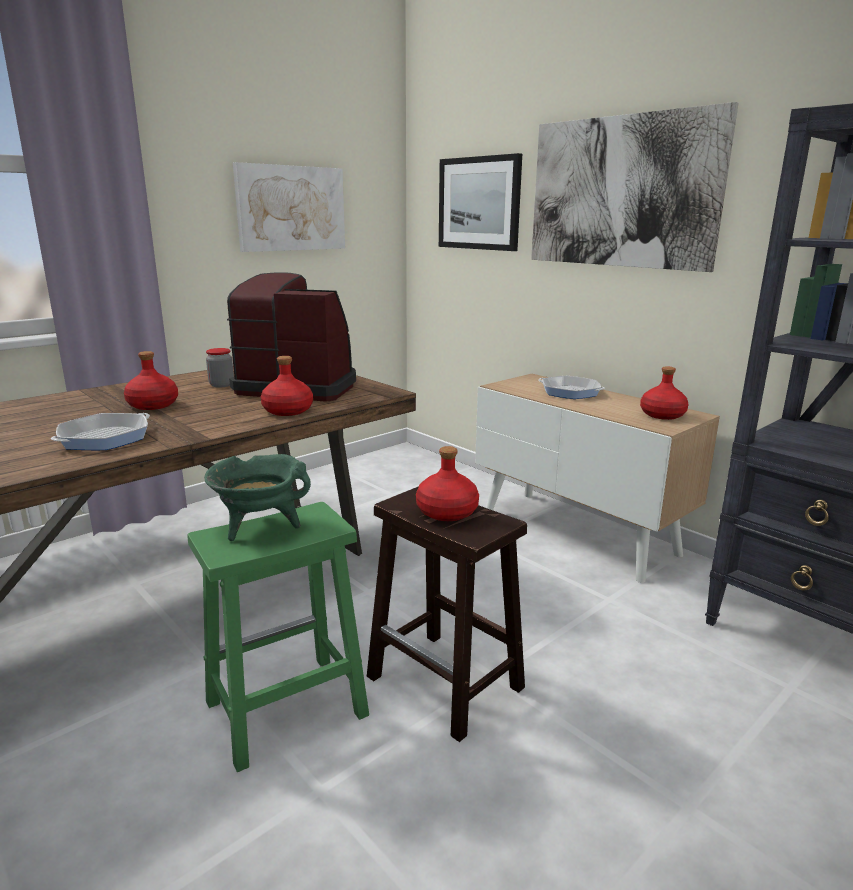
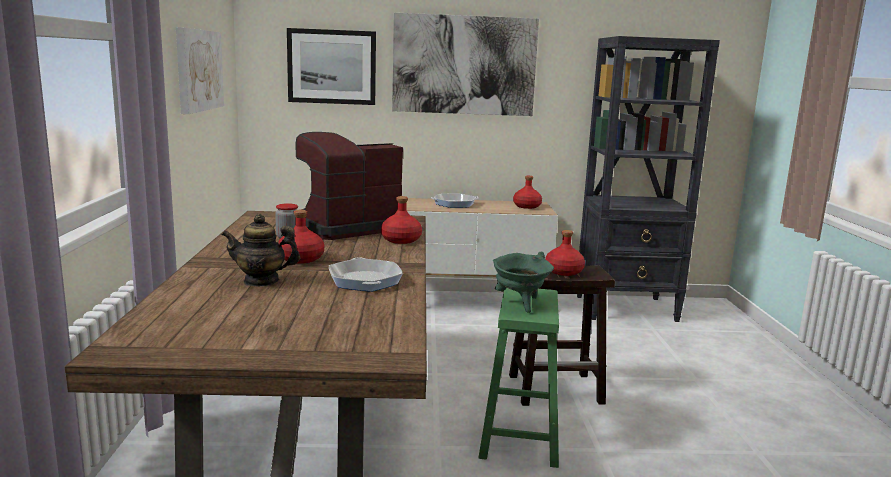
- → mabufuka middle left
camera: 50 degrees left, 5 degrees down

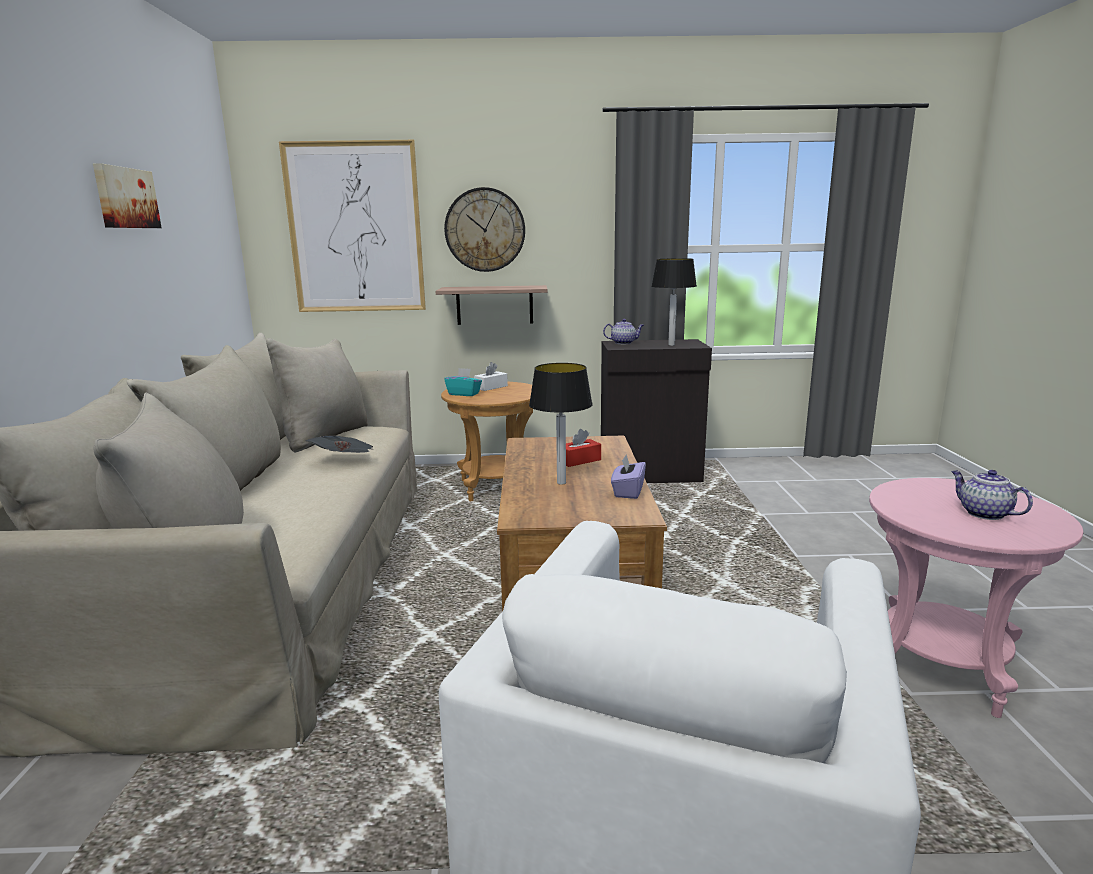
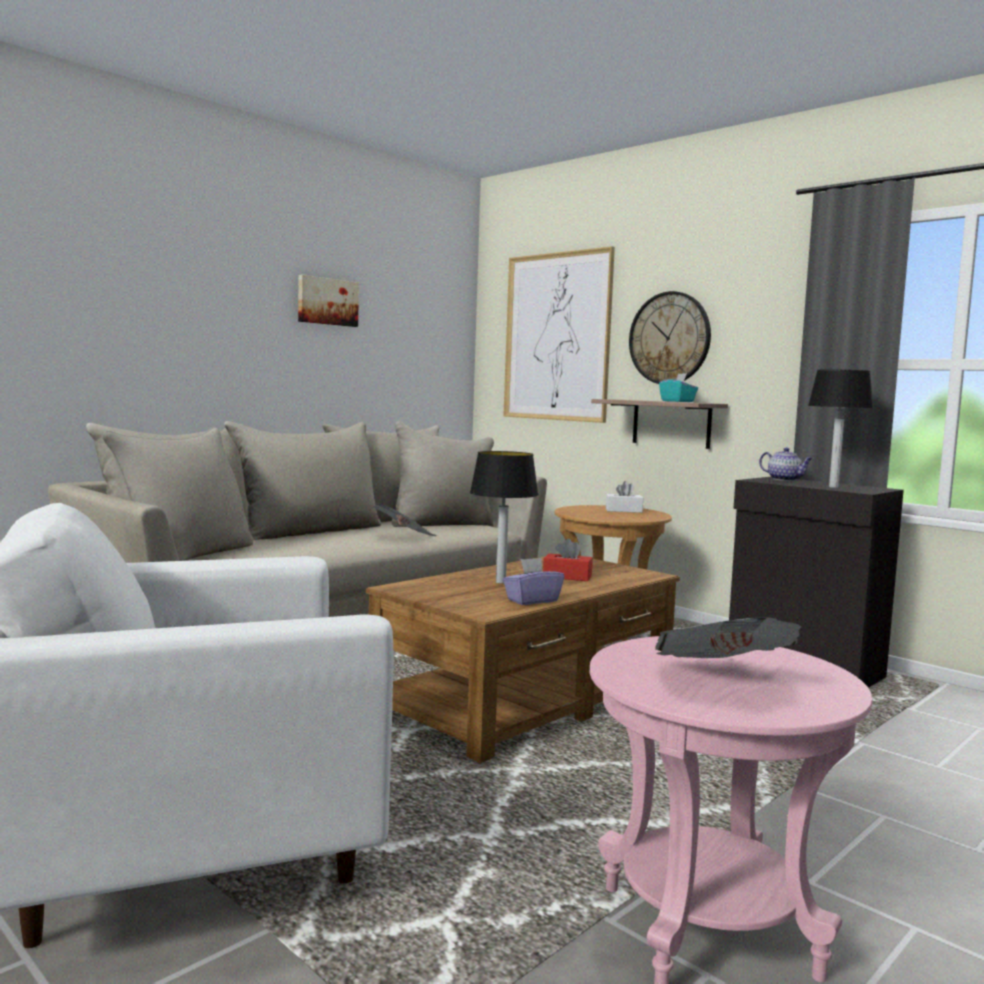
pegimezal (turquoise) centre → pegimezal (turquoise) middle right, relocated
mabufuka (no. 2 from left) middle right → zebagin (no. 2 from left) middle right
camera: 45 degrees right, 10 degrees down

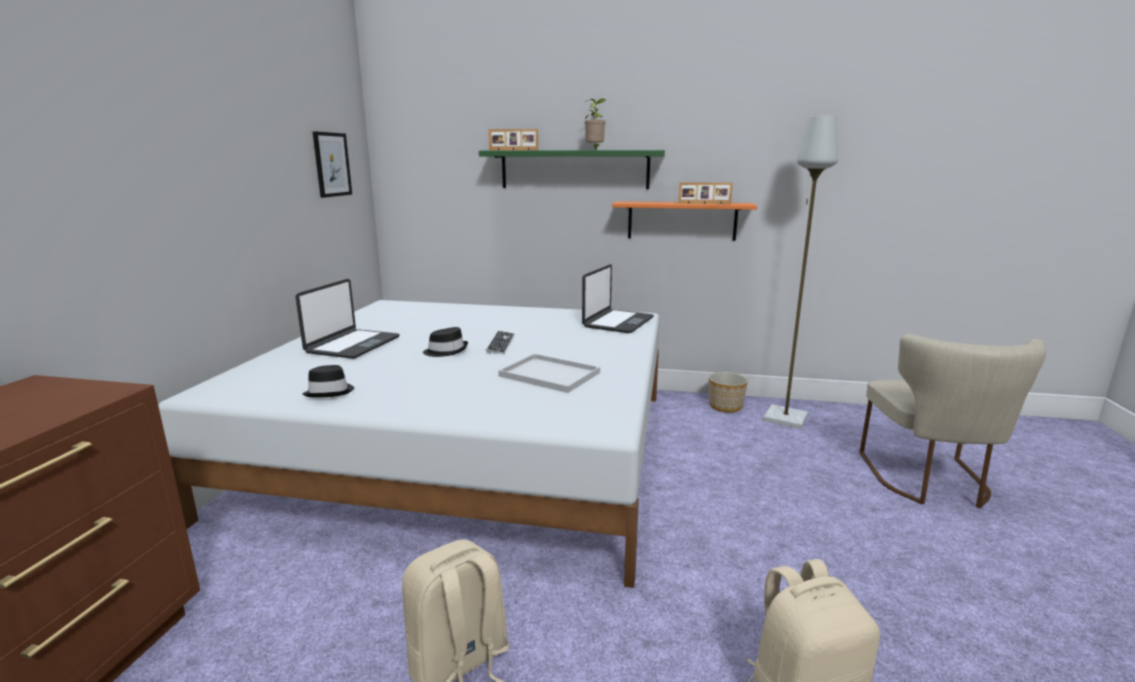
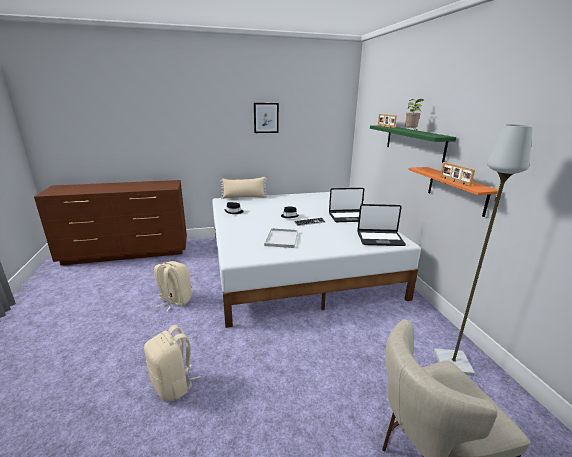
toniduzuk centre → -
- → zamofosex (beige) centre
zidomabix (no. 1 from left) middle left → zidomabix (no. 1 from left) centre, relocated
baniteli top left → baniteli top centre, relocated
camera: 65 degrees right, 5 degrees up

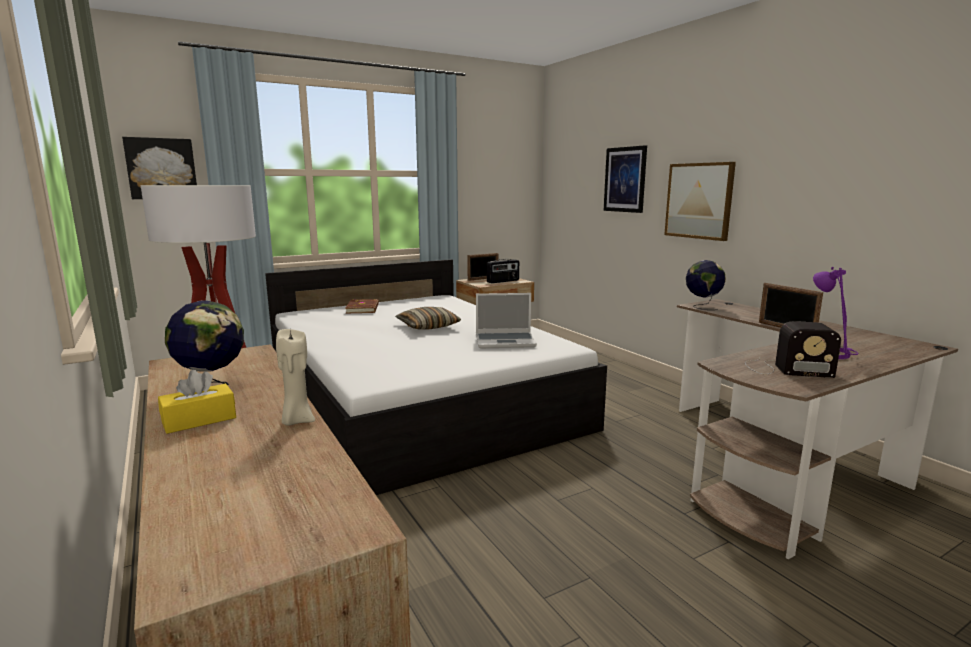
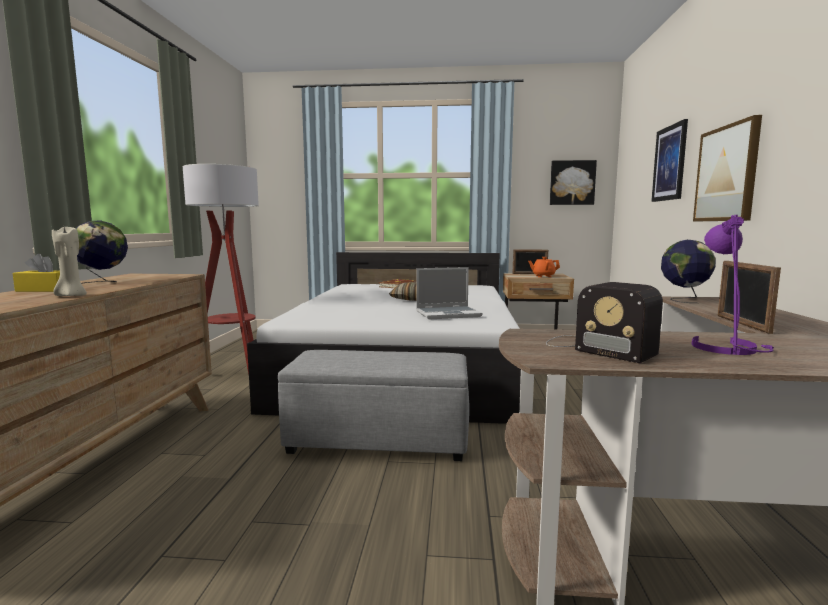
- → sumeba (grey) bottom centre
baniteli (no. 1 from left) top left → baniteli (no. 1 from left) top right, relocated
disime (no. 1 from left) centre → mabufuka (orange) centre
zidomabix centre, 45 degrees counterclockwise
camera: 35 degrees right, 5 degrees down

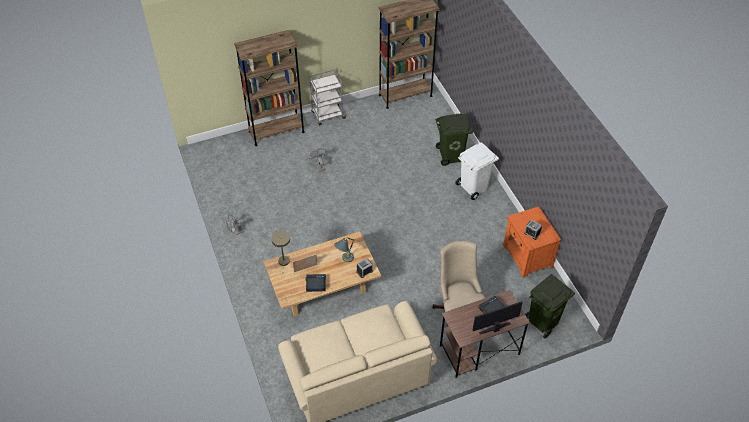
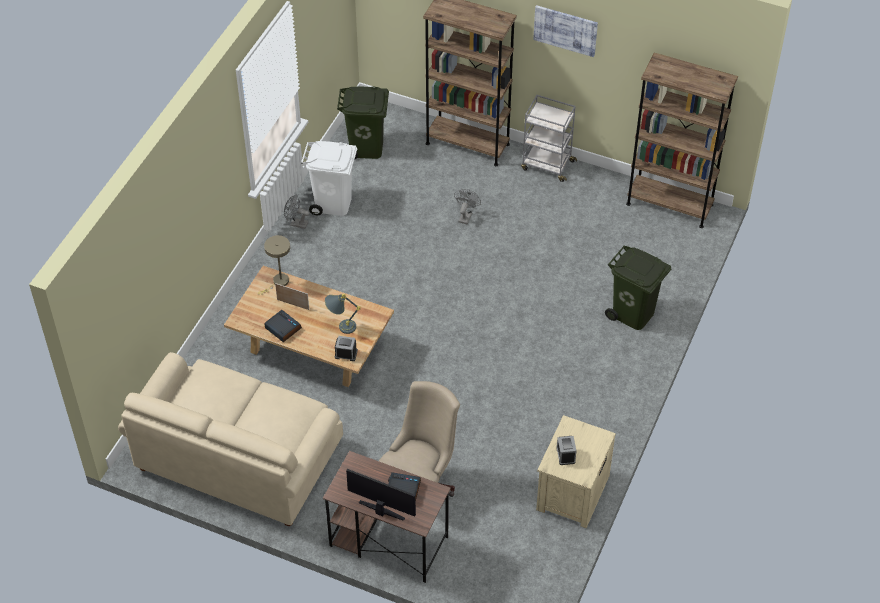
- → baniteli top centre
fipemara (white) centre → fipemara (white) top centre, relocated
fipemara (green) (no. 2 from left in the first image) bottom right → fipemara (green) (no. 1 from left) top centre, relocated
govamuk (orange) middle right → govamuk (beige) bottom centre
camera: 45 degrees right, 0 degrees up

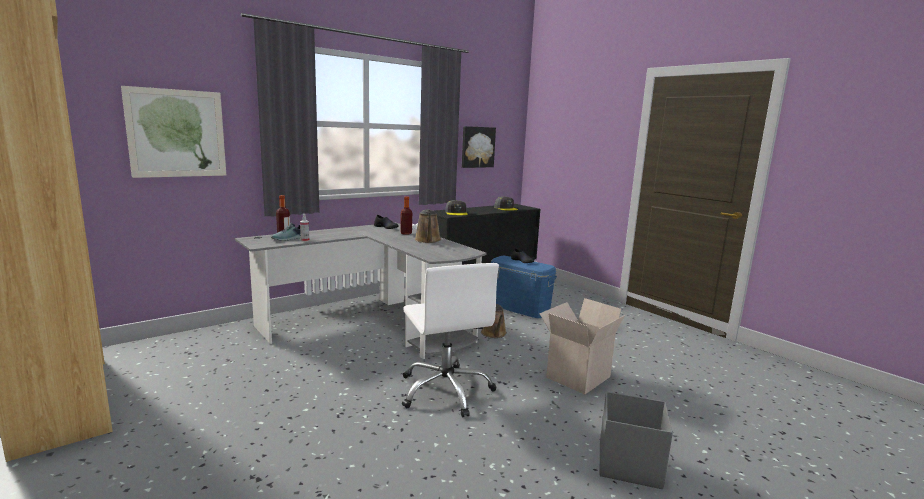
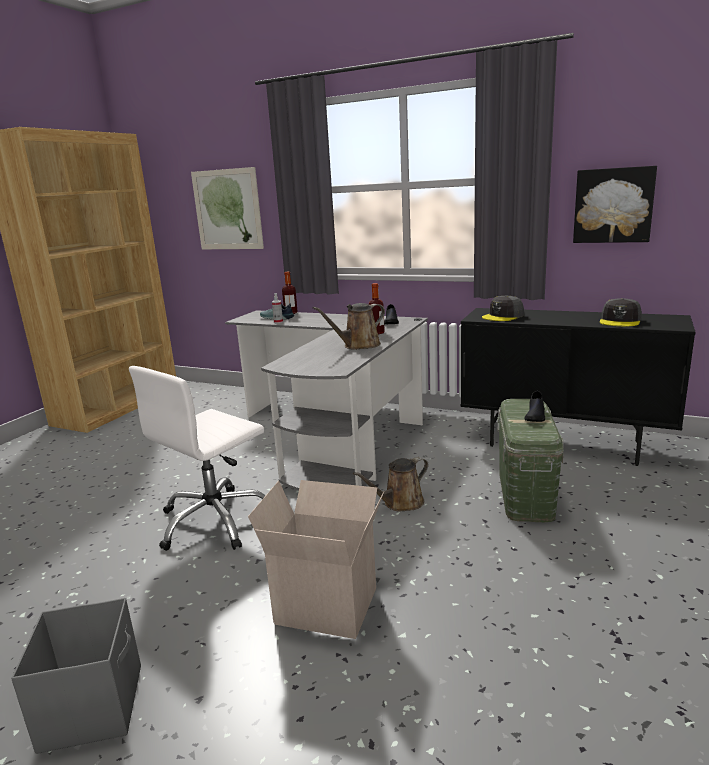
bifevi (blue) centre → bifevi (green) middle right
camera: 65 degrees right, 5 degrees up

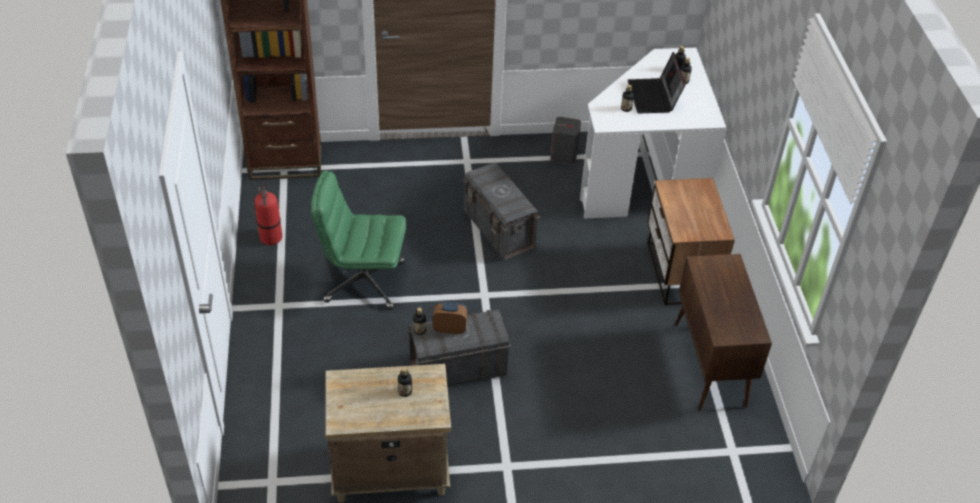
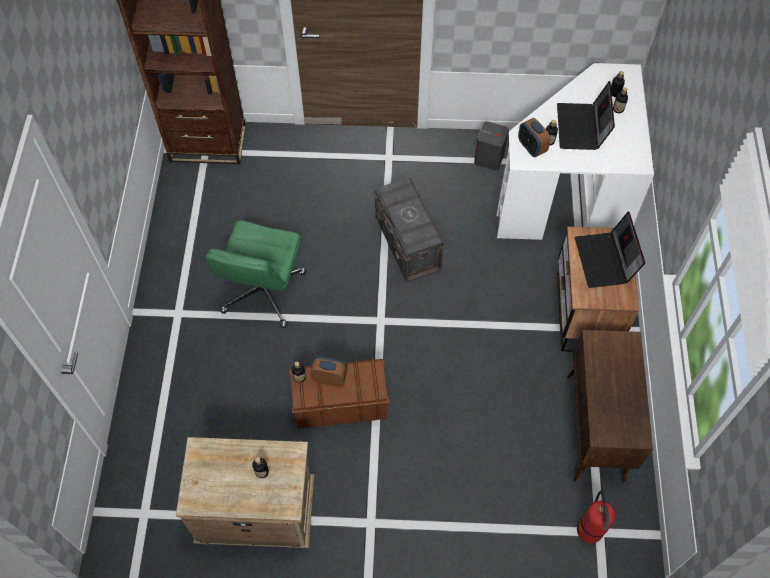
- → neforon (no. 2 from left) top right
- → zidomabix (no. 2 from left) middle right
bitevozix middle left → bitevozix bottom right, relocated
bifevi (grey) (no. 1 from left) bottom centre → bifevi (brown) bottom centre
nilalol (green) centre → nilalol (green) middle left, 90 degrees counterclockwise
camera: 10 degrees right, 15 degrees up

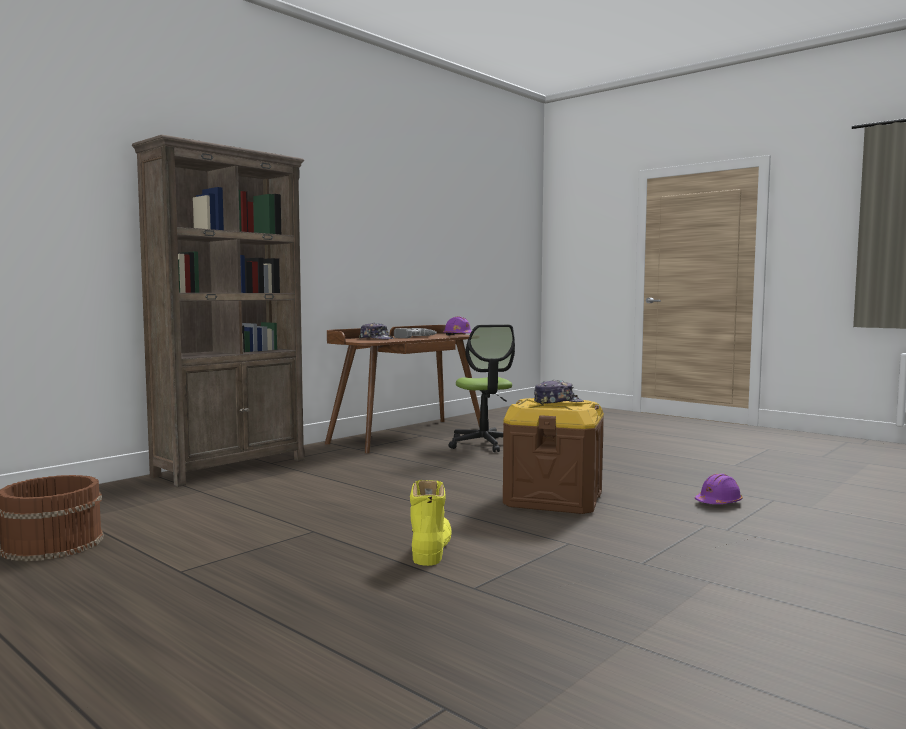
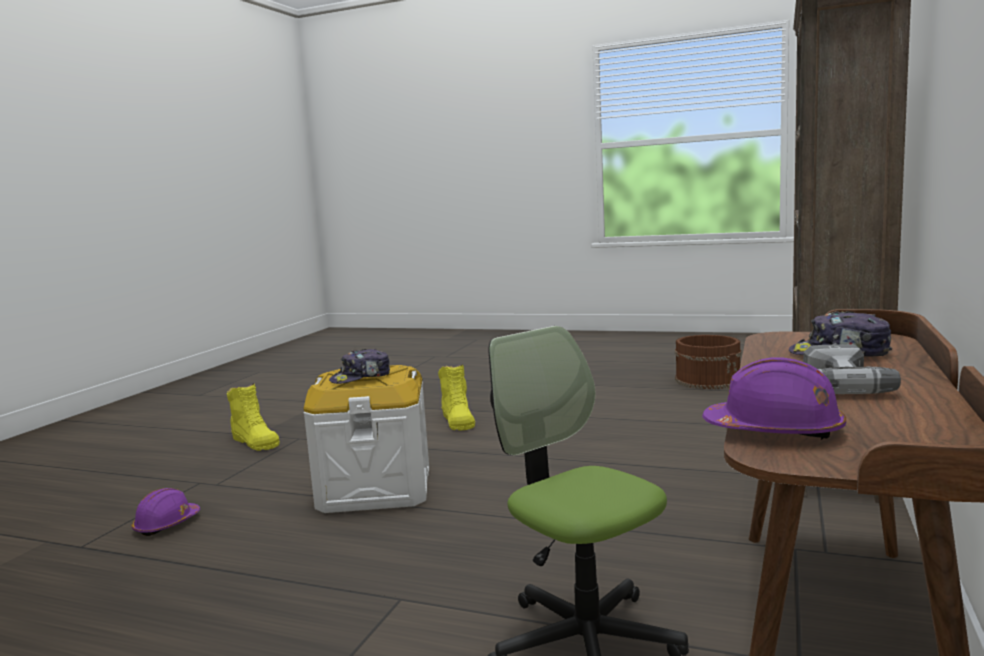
- → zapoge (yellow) (no. 1 from left) middle left
bifevi (brown) centre → bifevi (white) bottom centre
camera: 160 degrees right, 5 degrees up

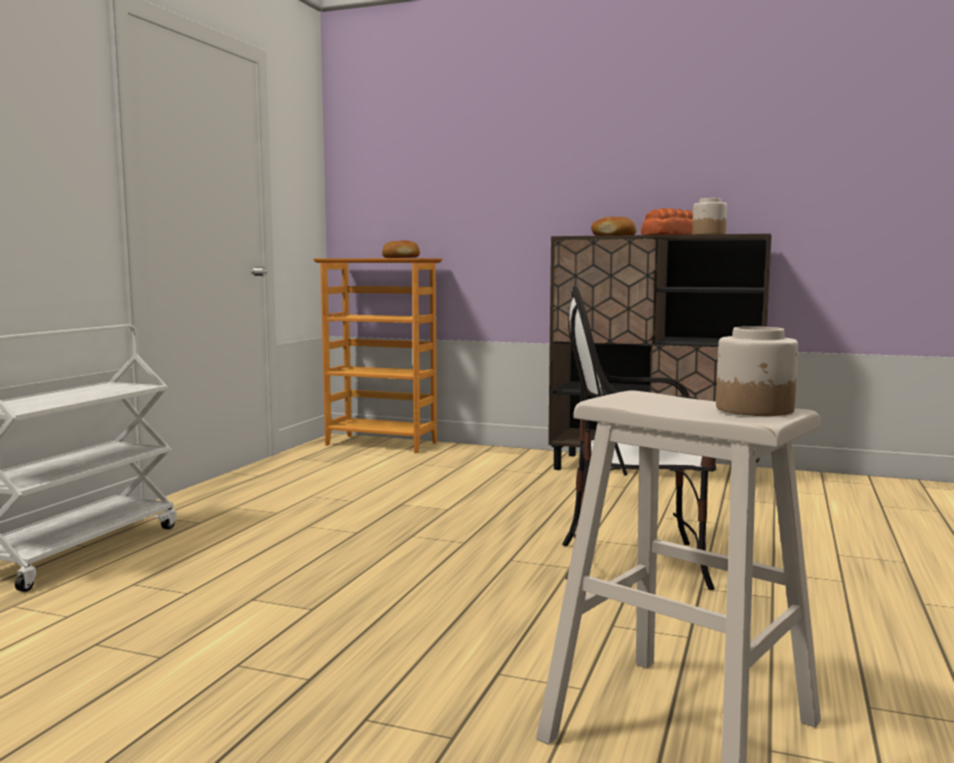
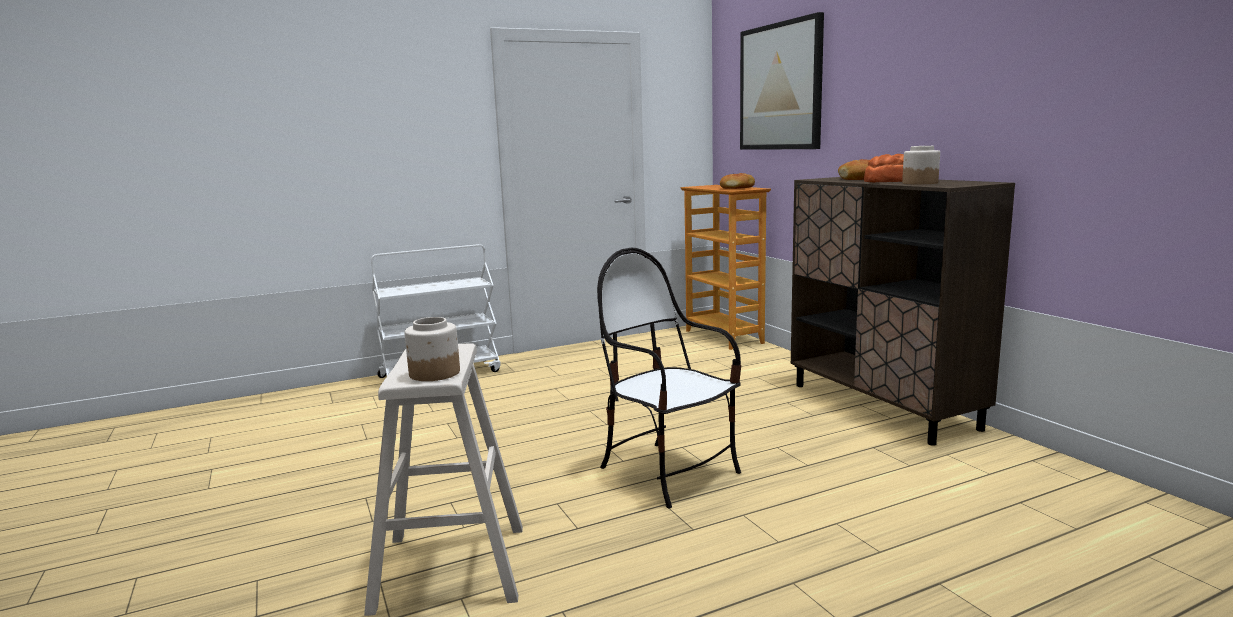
- → baniteli top centre
camera: 45 degrees right, 5 degrees up

